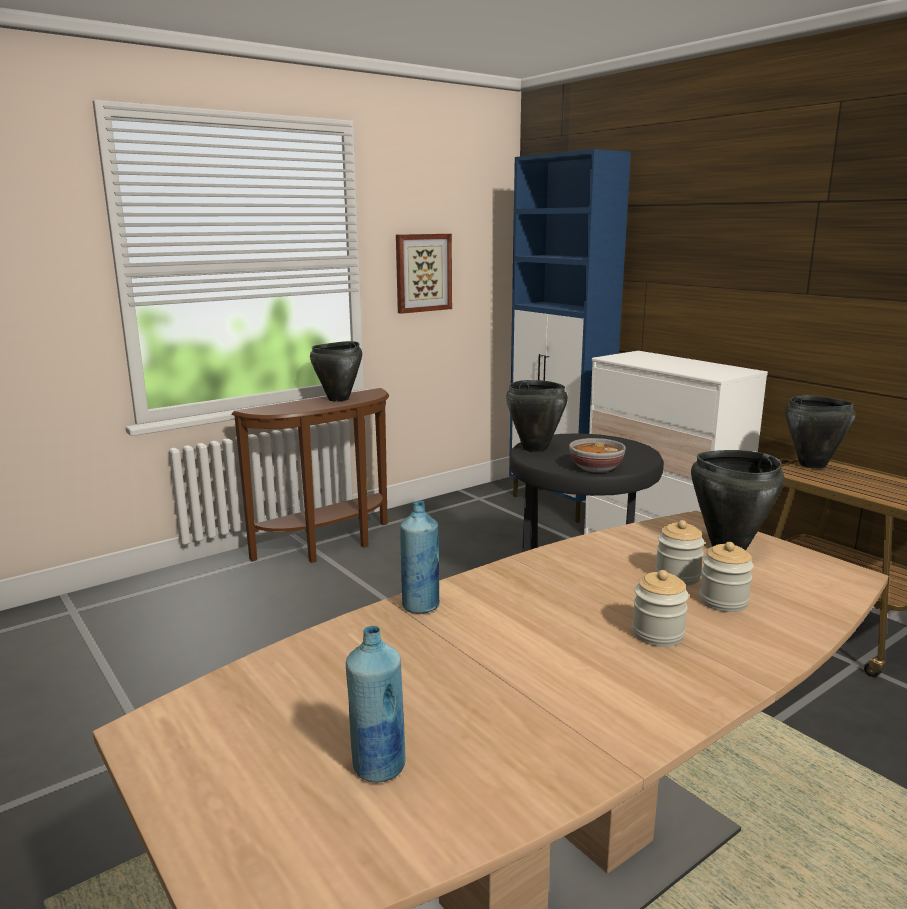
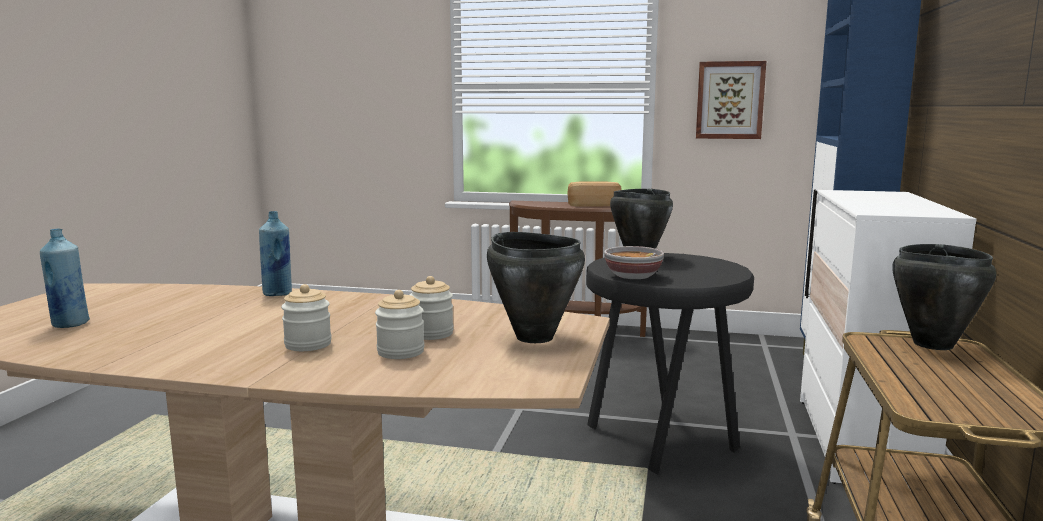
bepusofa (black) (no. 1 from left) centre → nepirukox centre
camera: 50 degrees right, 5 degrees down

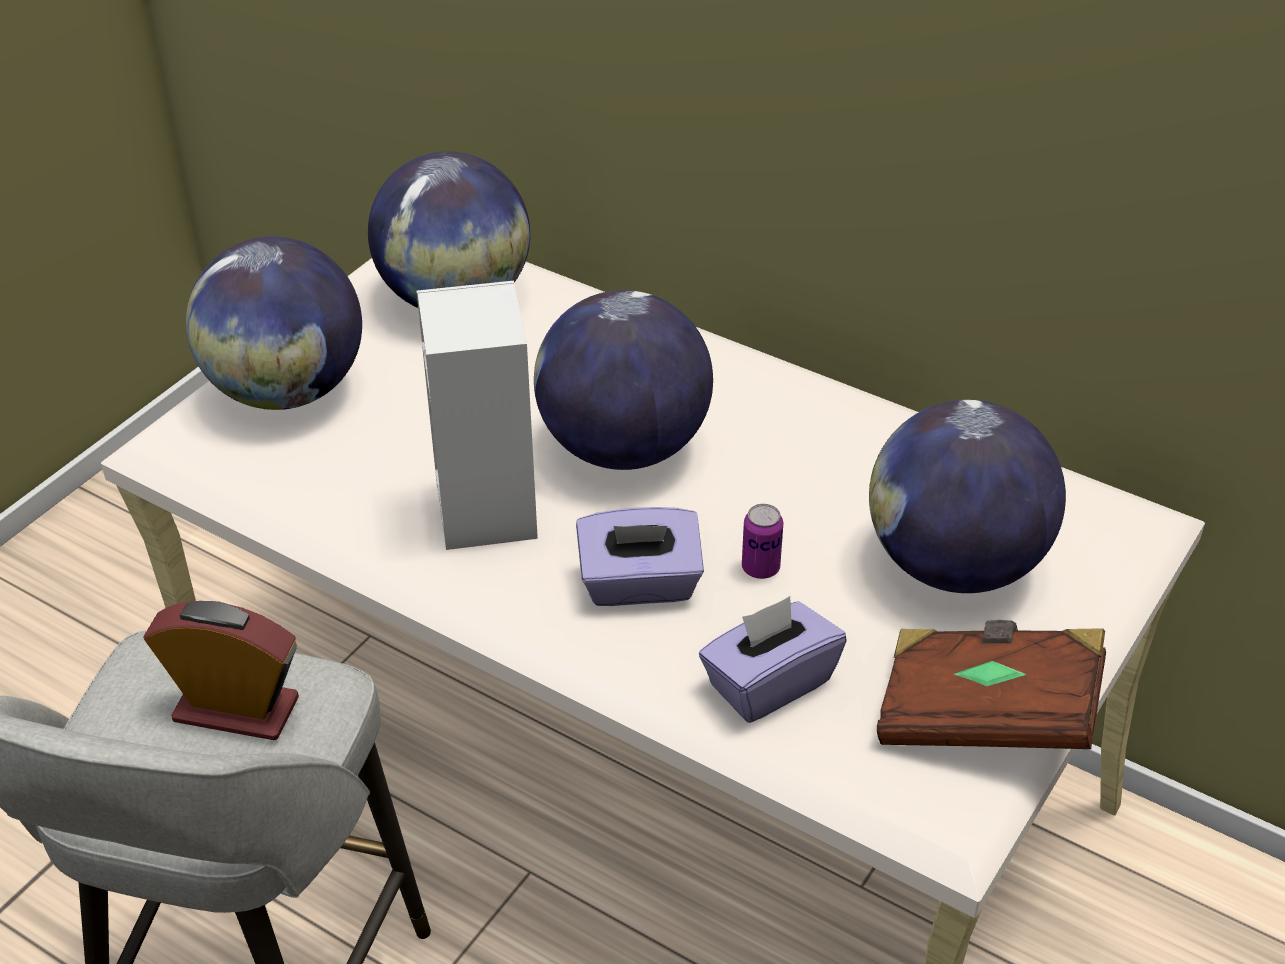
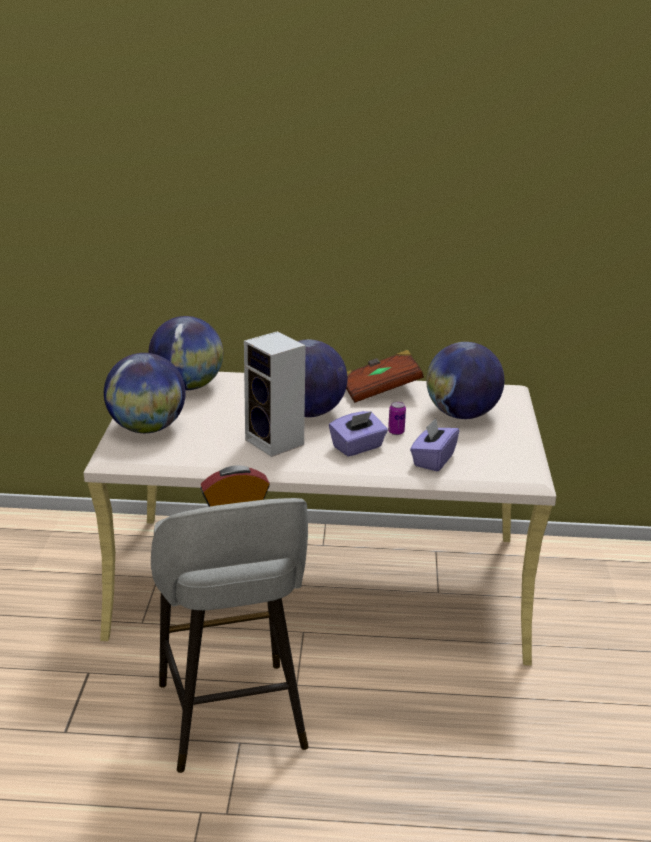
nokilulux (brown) bottom right → nokilulux (brown) centre, relocated
camera: 30 degrees left, 15 degrees down

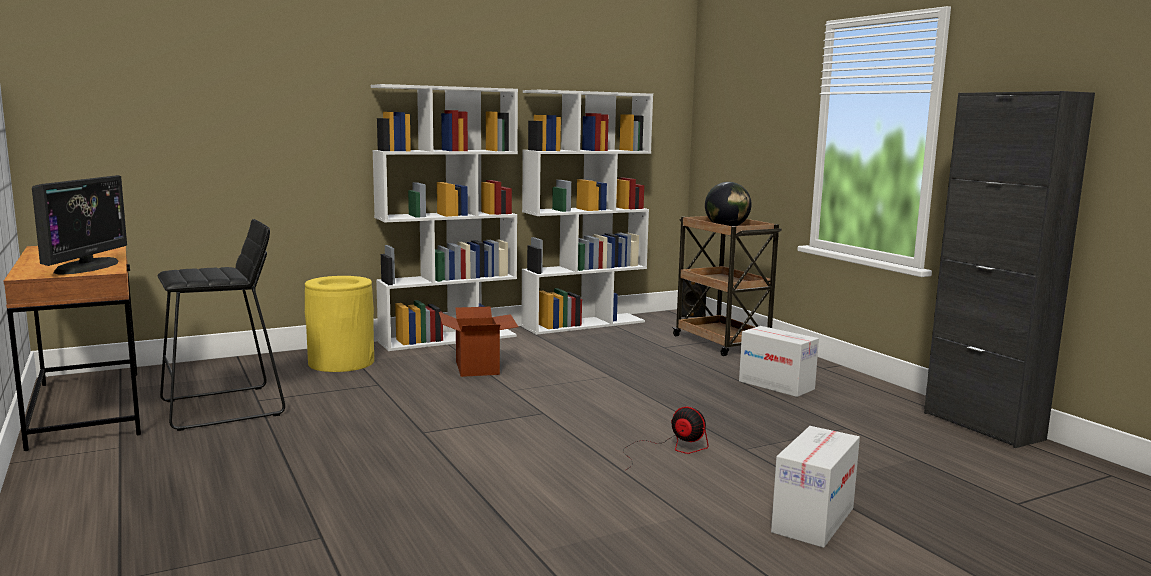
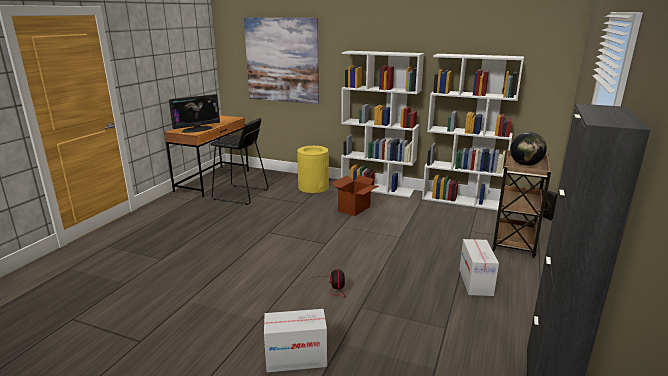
- → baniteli top centre
camera: 50 degrees right, 10 degrees up

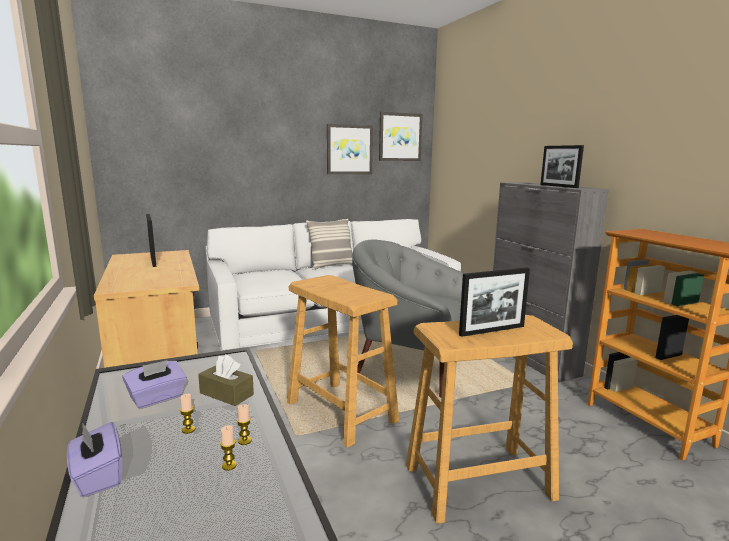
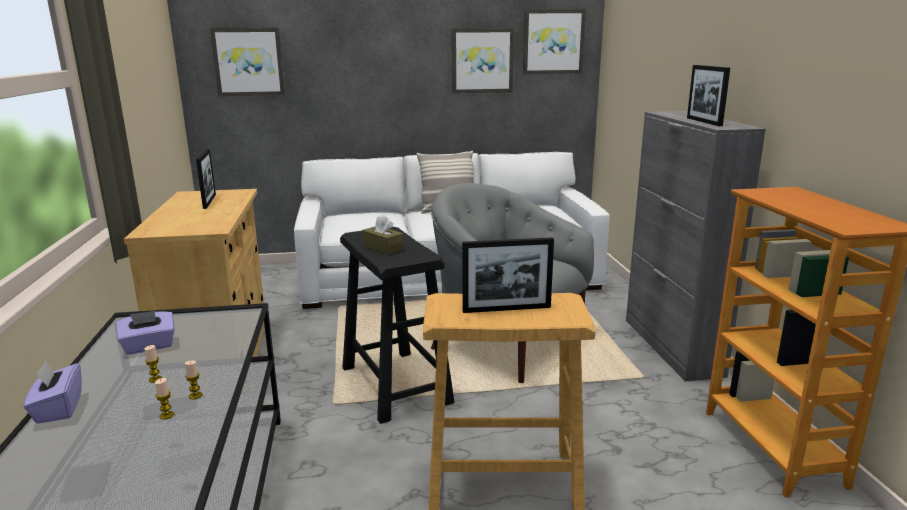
- → baniteli (no. 1 from left) top left
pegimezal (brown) bottom left → pegimezal (brown) centre, relocated
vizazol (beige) (no. 1 from left) bottom centre → vizazol (black) centre
camera: 15 degrees right, 5 degrees up

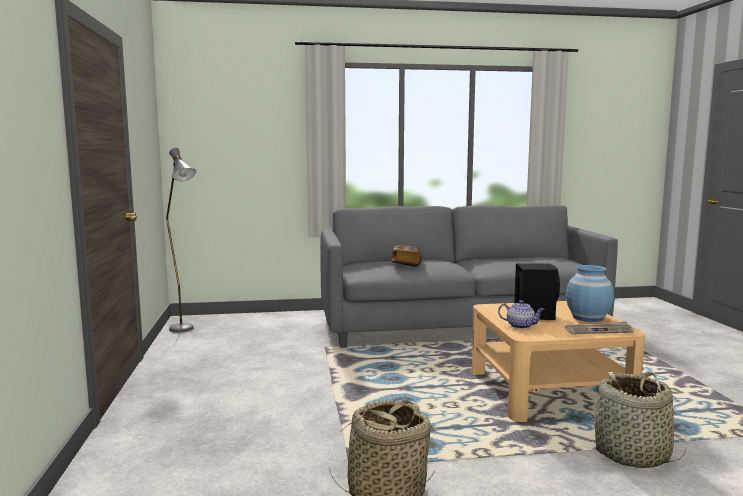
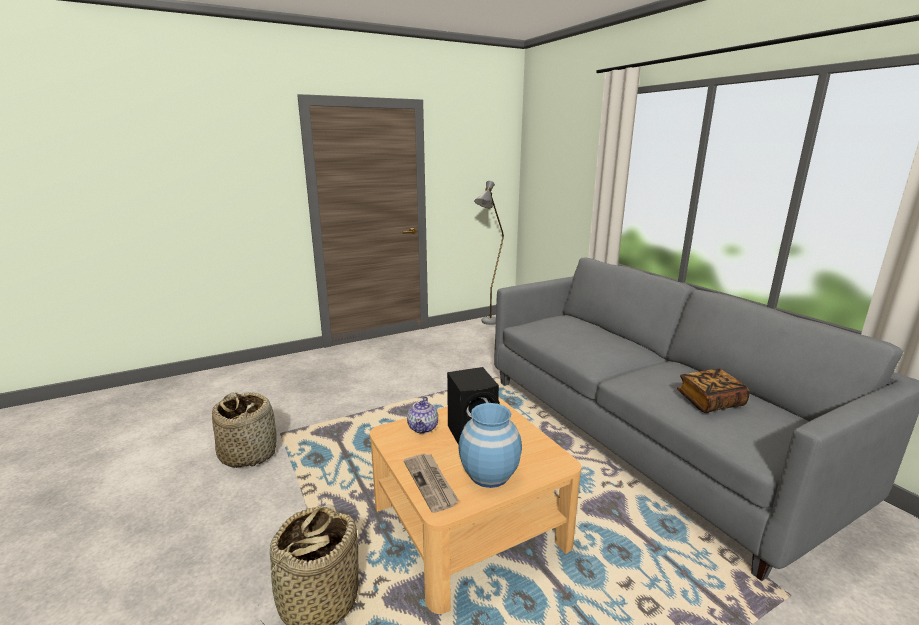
nokilulux centre → nokilulux middle right, relocated
camera: 70 degrees right, 10 degrees up

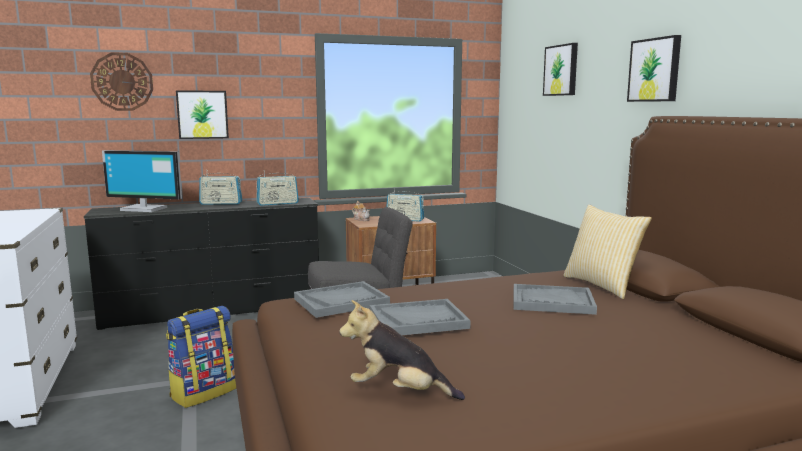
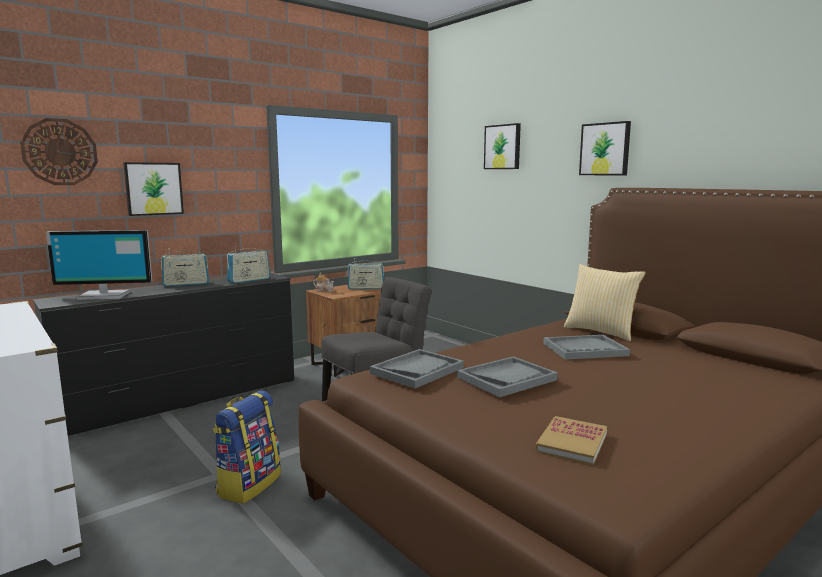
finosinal bottom centre → nokilulux bottom right
camera: 20 degrees left, 0 degrees up

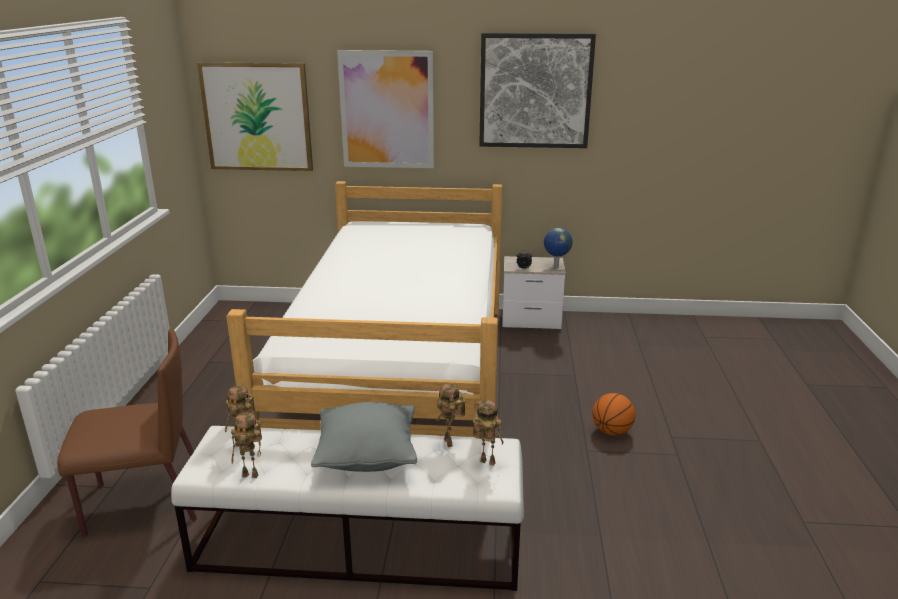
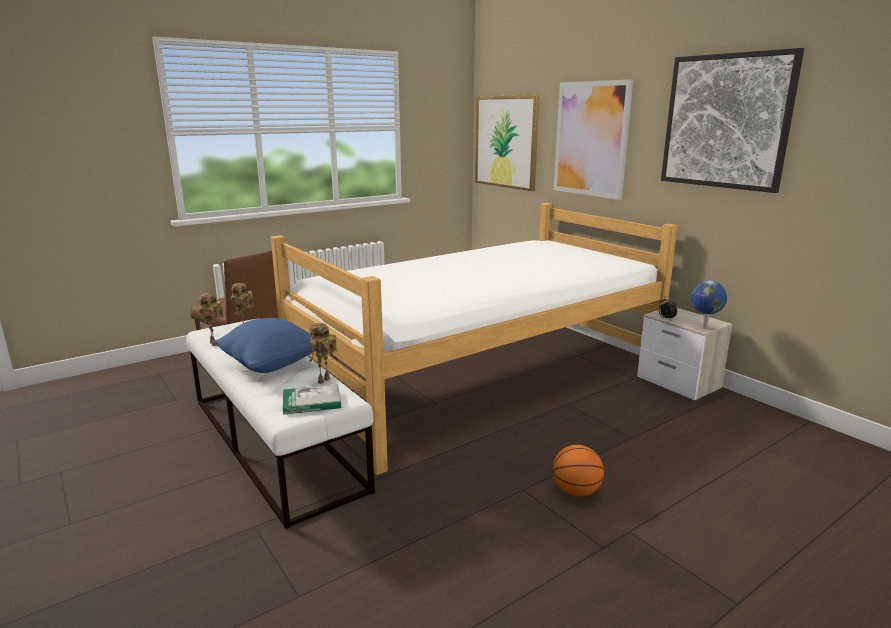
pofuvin (no. 4 from left) bottom centre → nokilulux centre
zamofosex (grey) bottom centre → zamofosex (blue) middle left
camera: 50 degrees right, 5 degrees down

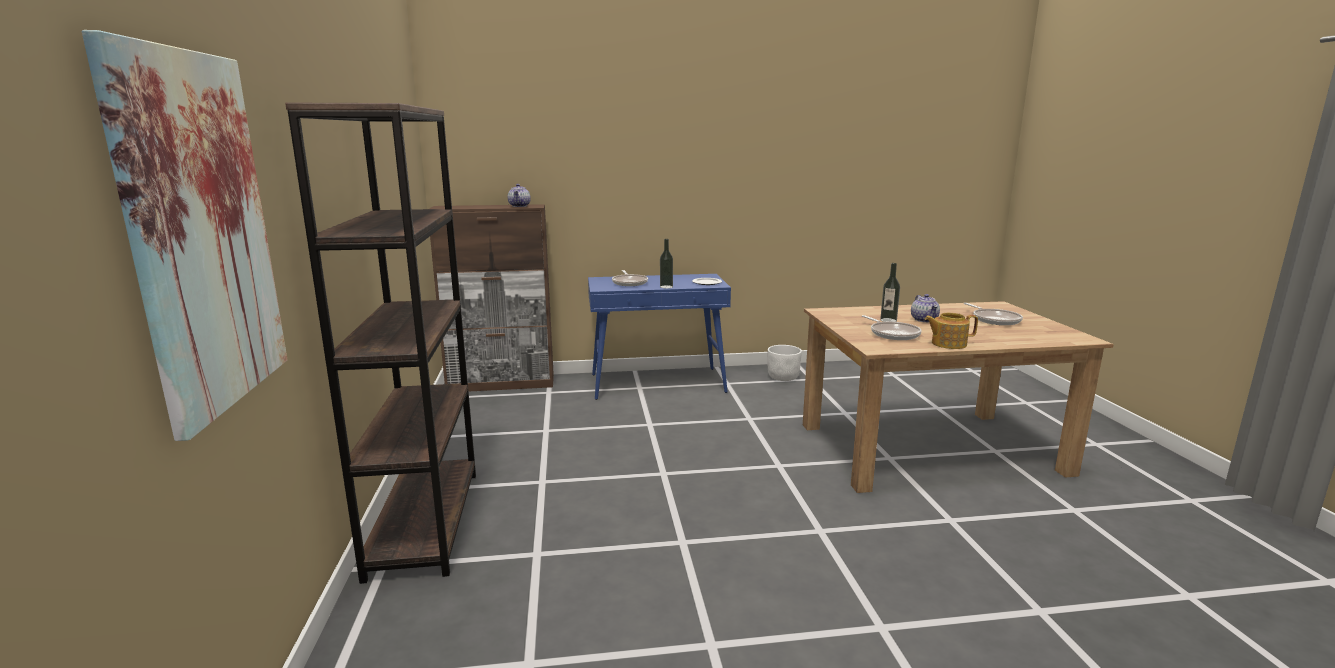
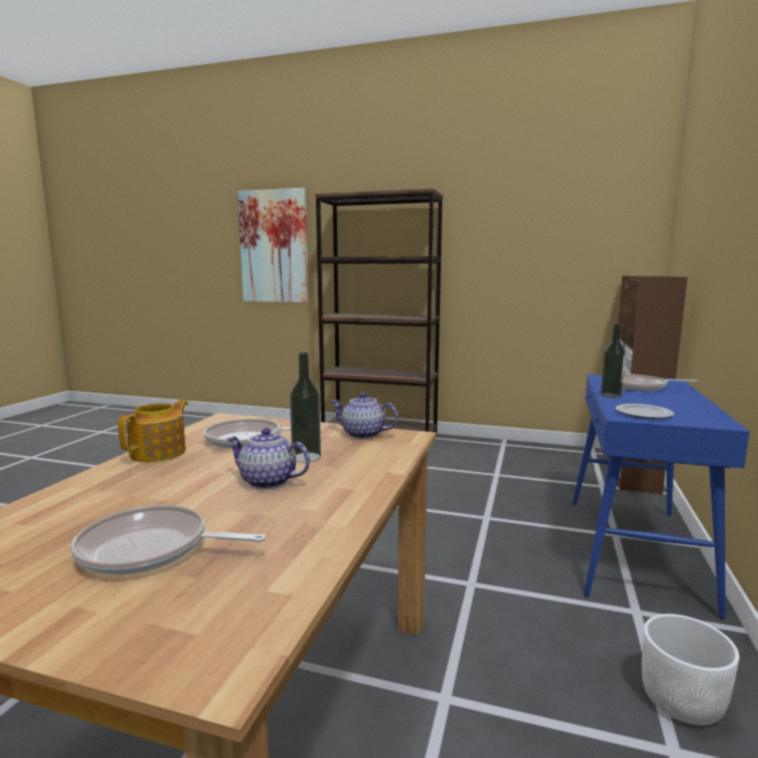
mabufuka (no. 1 from left in the first image) top centre → mabufuka (no. 3 from left) centre, relocated
camera: 115 degrees right, 5 degrees down

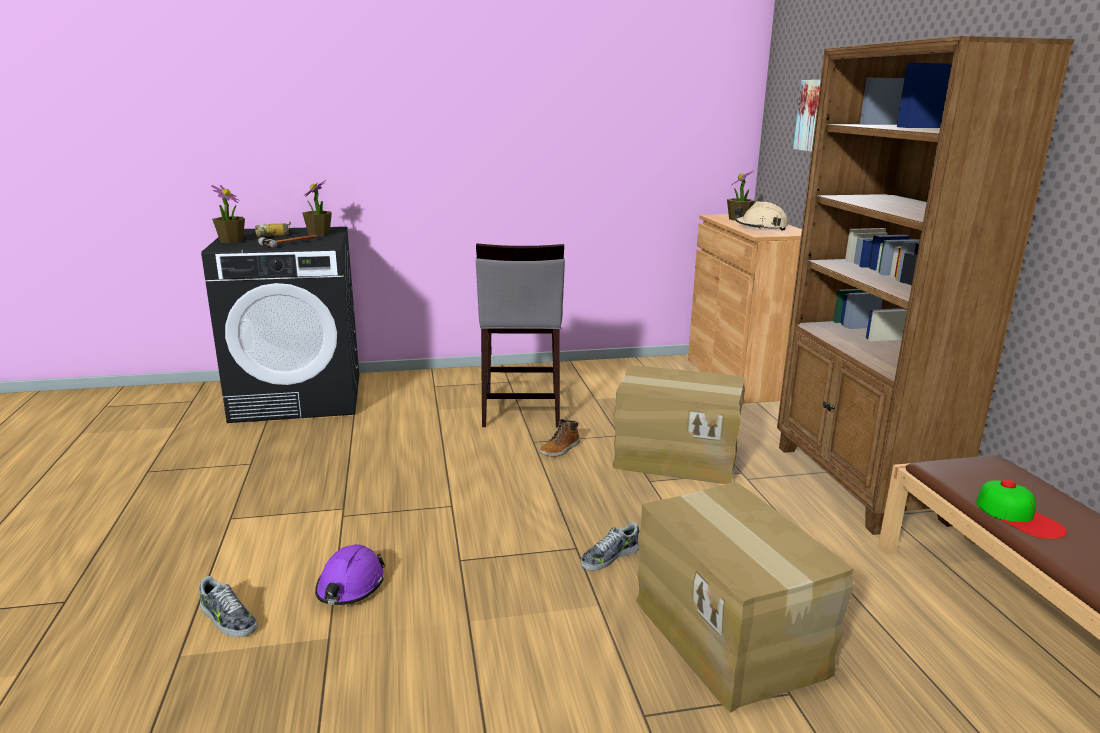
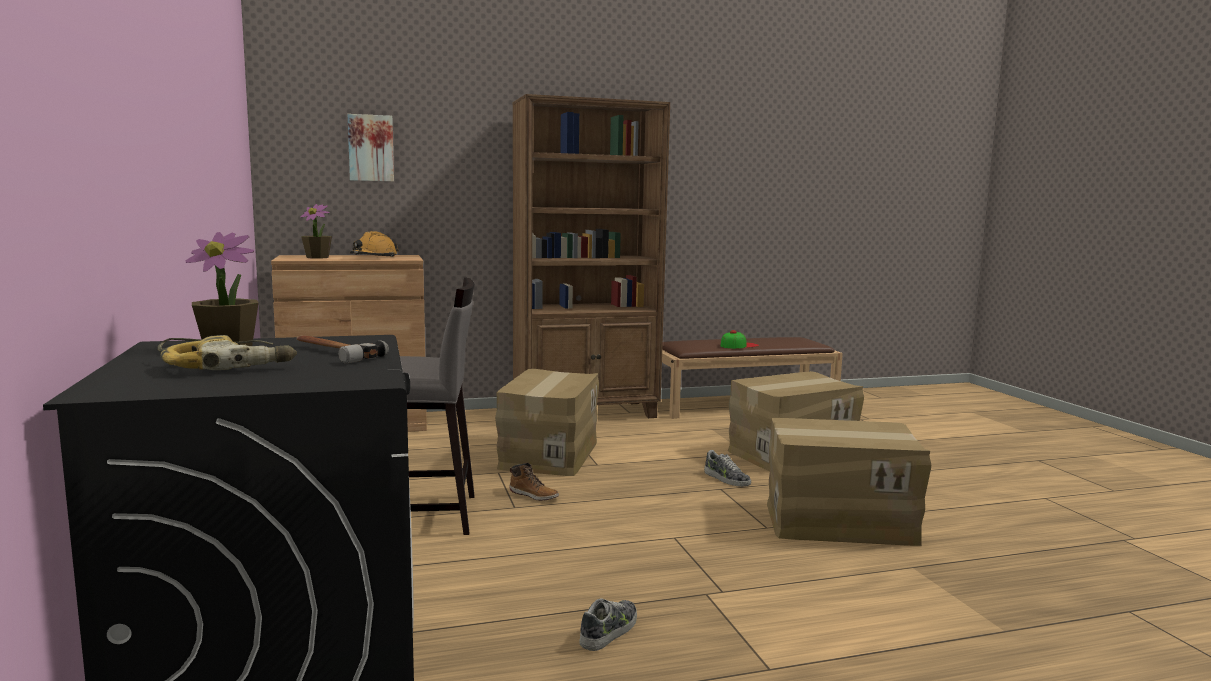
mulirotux (no. 1 from left) top left → -
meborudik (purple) bottom left → -
- → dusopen (no. 3 from left) bottom right
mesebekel (no. 1 from left) bottom left → mesebekel (no. 1 from left) bottom centre, relocated
meborudik (beige) top right → meborudik (orange) middle left
camera: 95 degrees left, 10 degrees down

